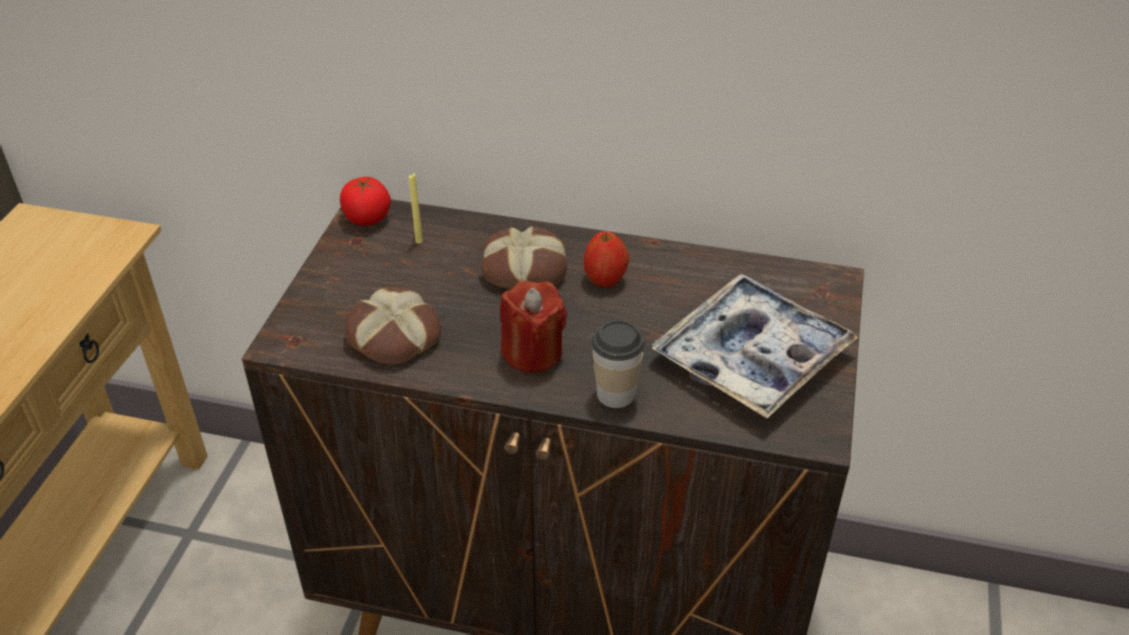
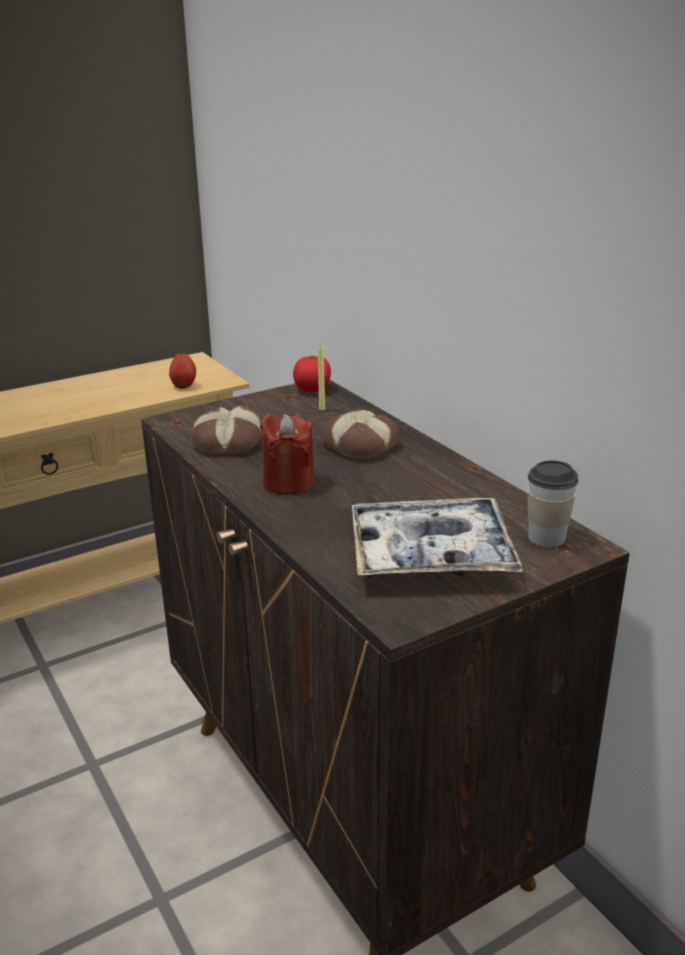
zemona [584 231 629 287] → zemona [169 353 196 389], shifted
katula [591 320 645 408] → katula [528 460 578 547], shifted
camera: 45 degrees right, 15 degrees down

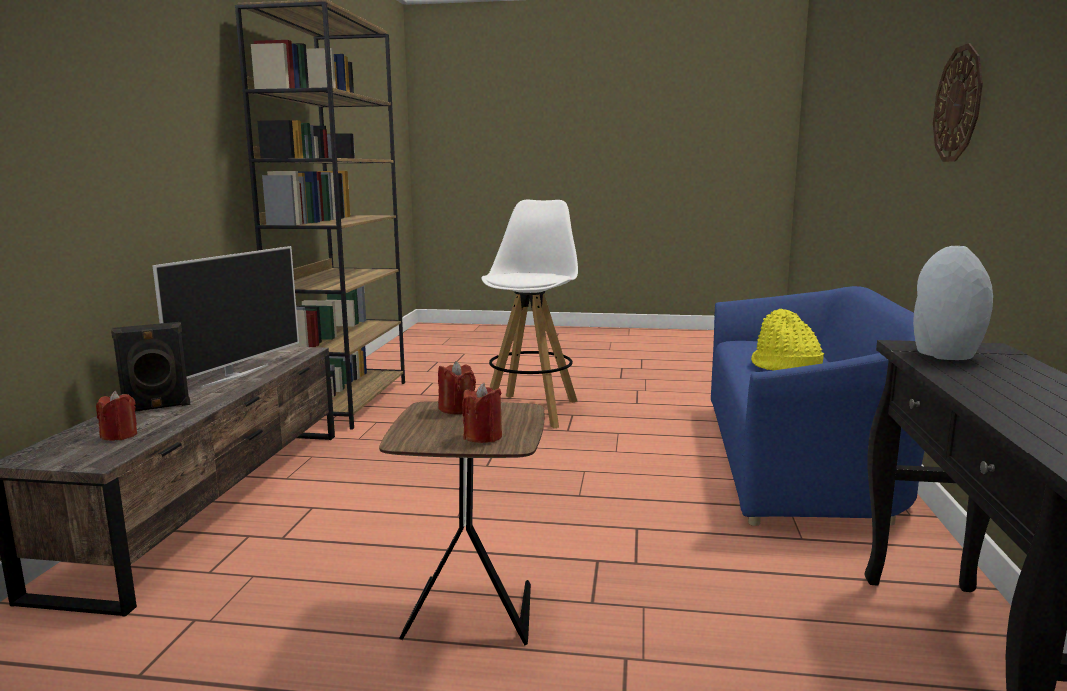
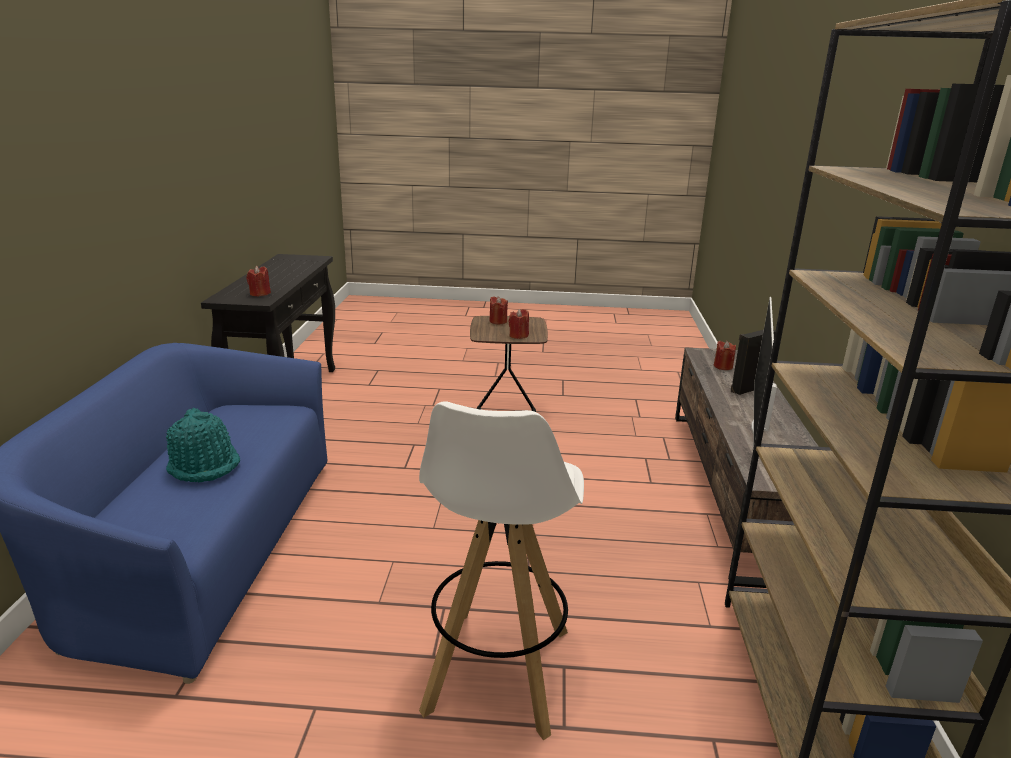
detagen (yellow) [751 309 824 370] → detagen (turquoise) [166 408 240 482]
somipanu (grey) [913 246 993 360] → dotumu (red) [247 266 271 297]
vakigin [933 43 983 162] → -
camera: 175 degrees right, 10 degrees up

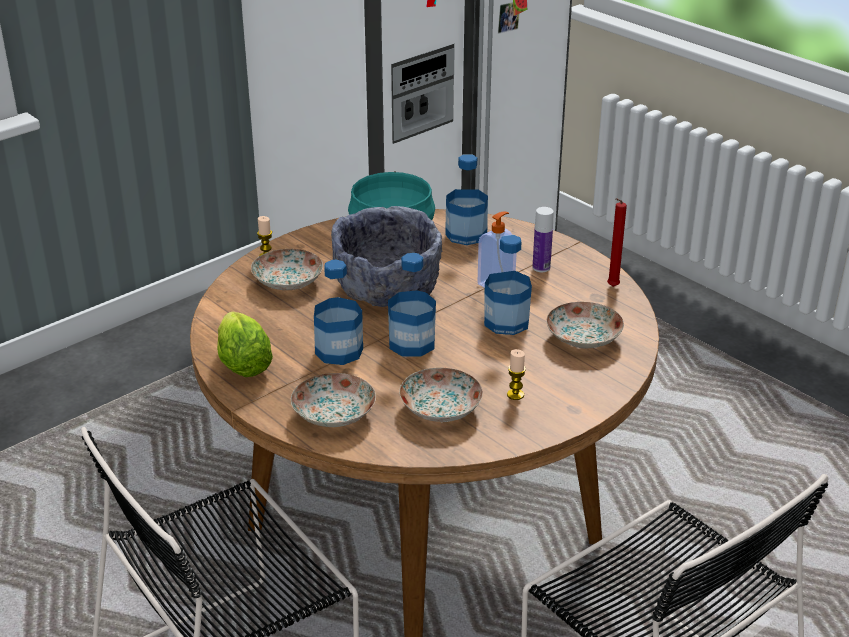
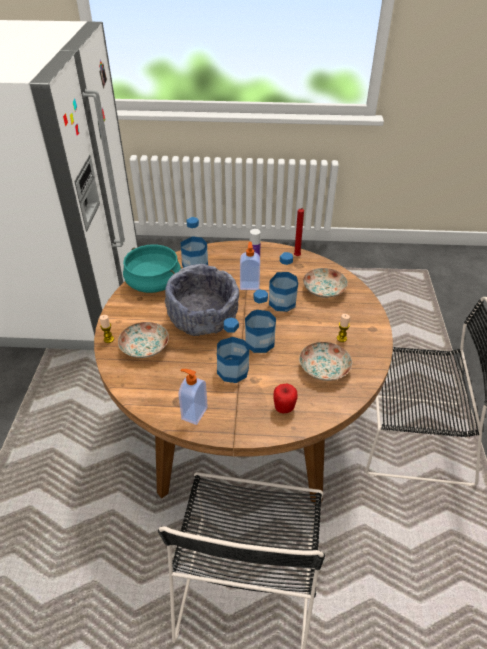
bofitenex [217 311 273 377] → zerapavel [179 369 208 425]
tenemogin [291 373 376 427] → zemona [273 384 297 413]
camera: 45 degrees left, 10 degrees up

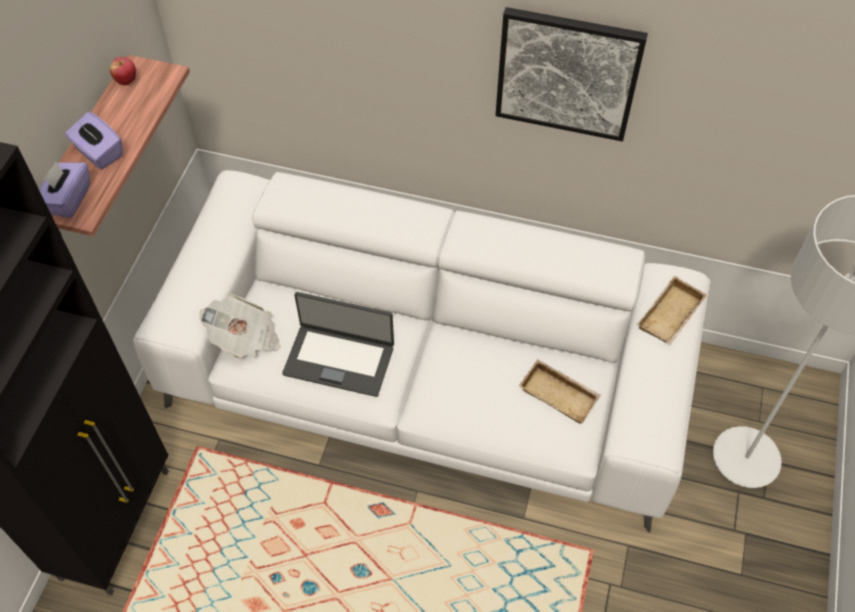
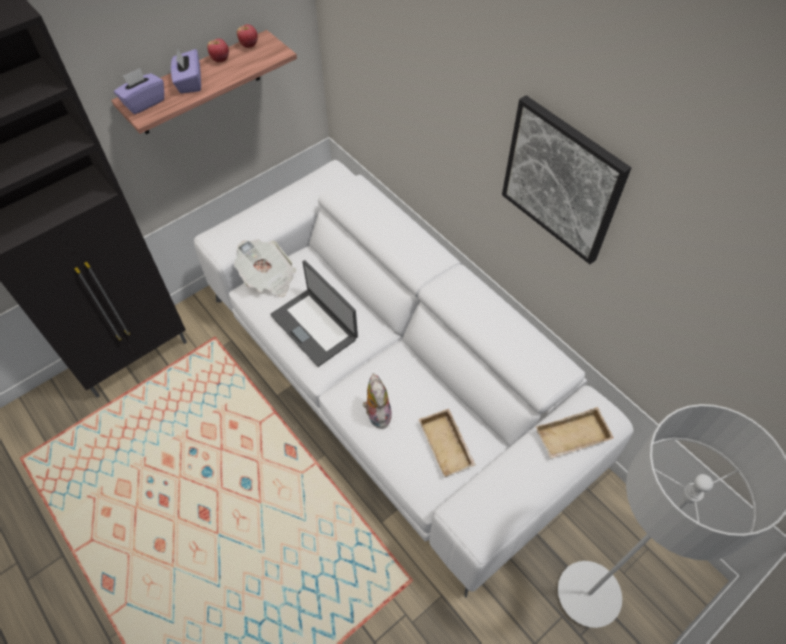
- → zemona [207 39 229 63]
- → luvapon [363 373 392 429]
camera: 35 degrees right, 0 degrees up

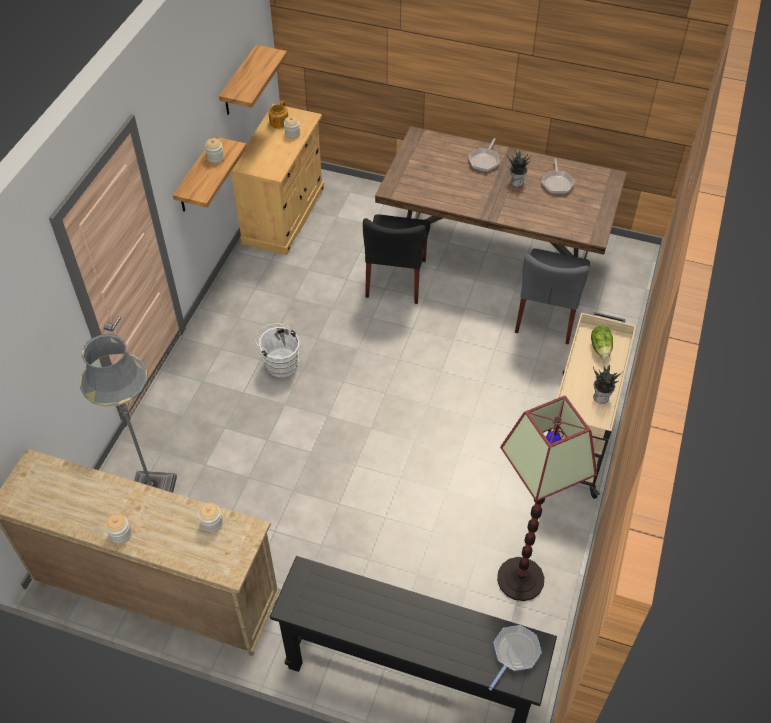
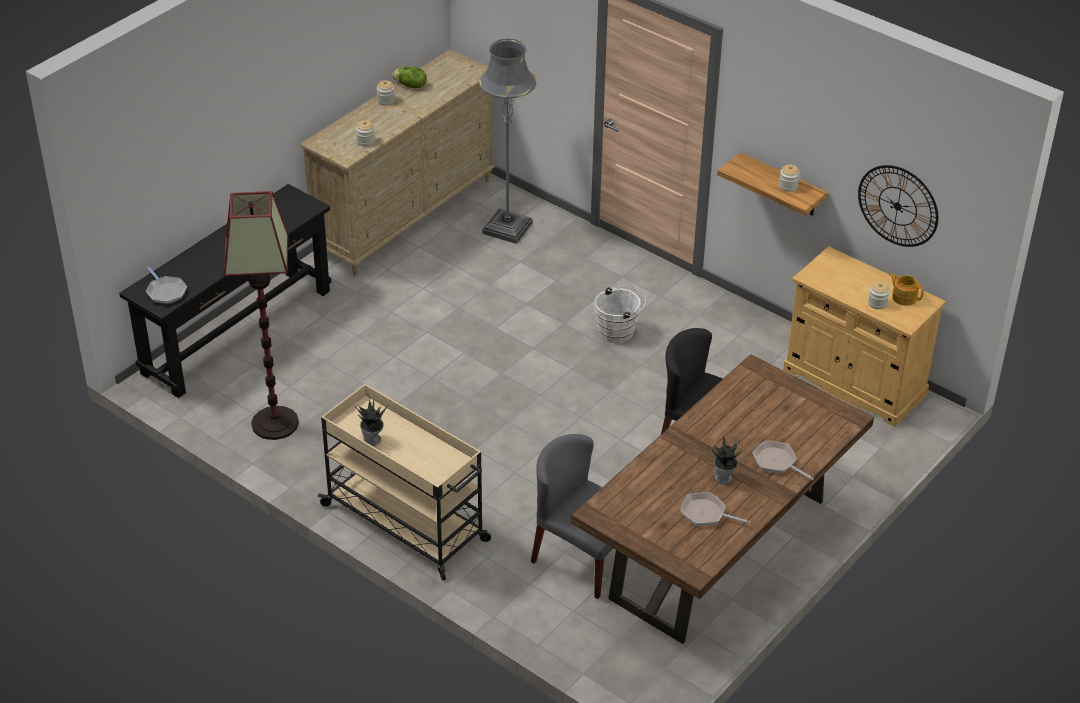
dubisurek [219 45 287 115] → vakigin [858 165 938 247]
bofitenex [591 326 613 359] → bofitenex [392 66 427 88], shifted
camera: 110 degrees right, 10 degrees down

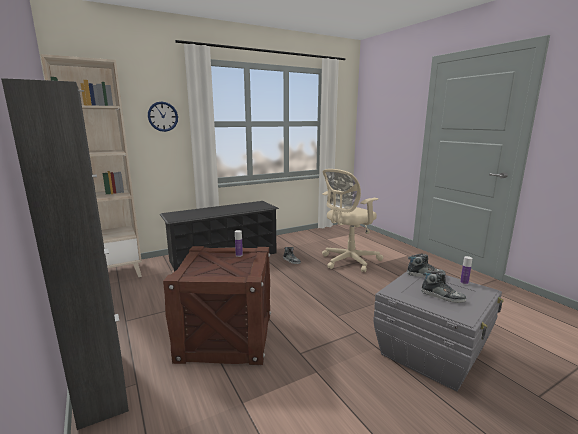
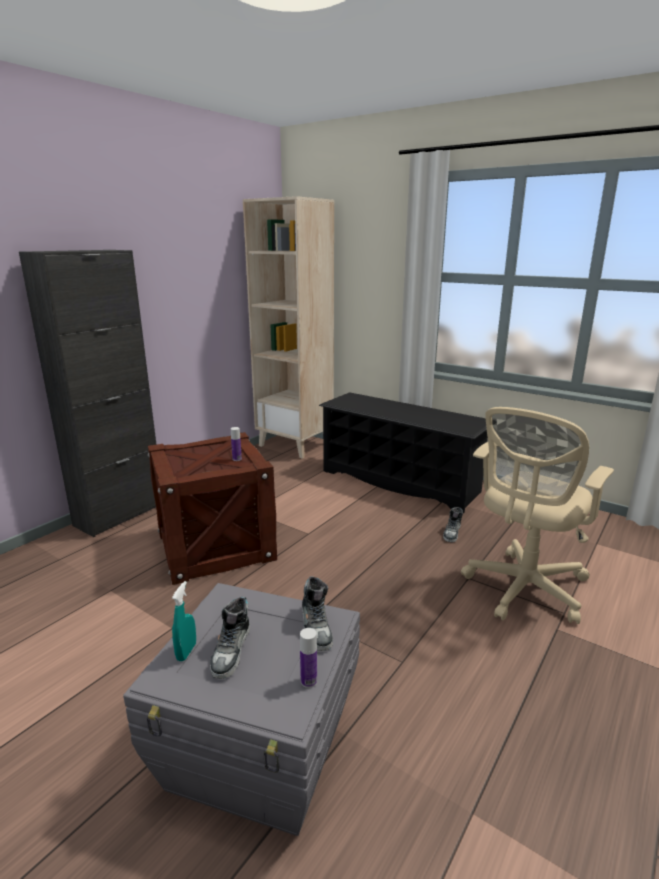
vakigin [148 101 178 132] → -
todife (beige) [322 169 383 272] → todife (beige) [461 407 614 624], 75 degrees counterclockwise
- → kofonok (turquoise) [172 581 196 661]
camera: 65 degrees right, 5 degrees up

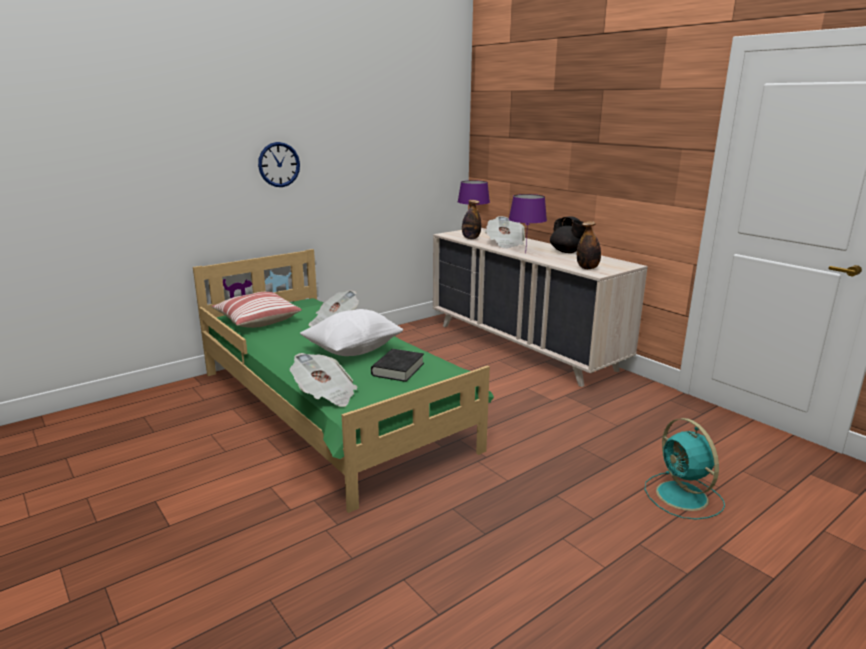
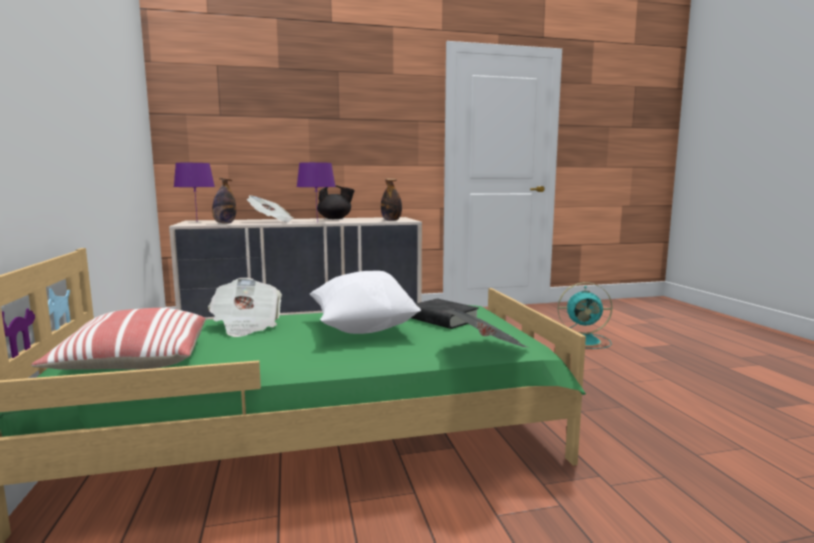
vakigin [258 142 300 187] → -
camera: 65 degrees left, 10 degrees down

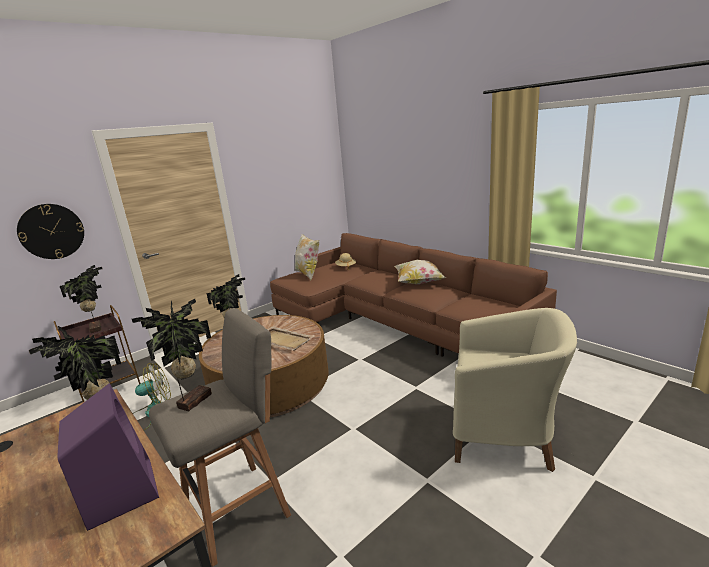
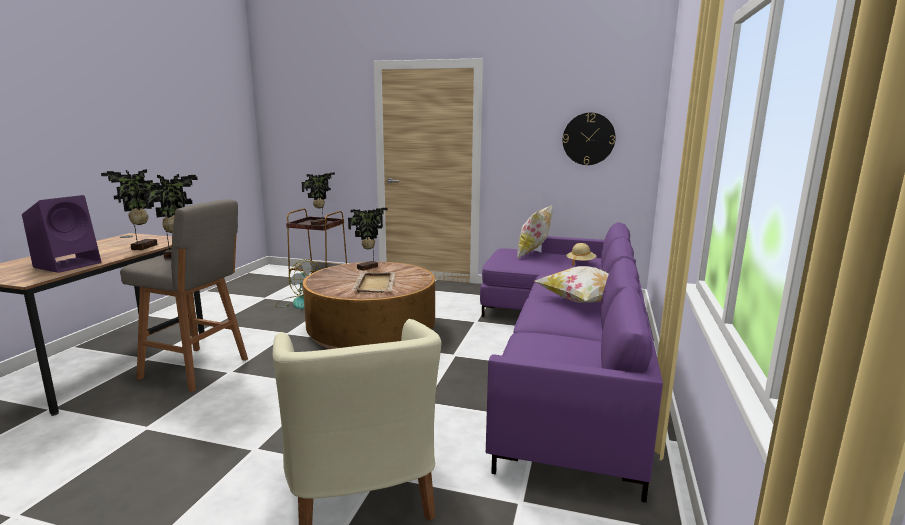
vakigin [17 204 84 259] → vakigin [563 113 616 165], shifted
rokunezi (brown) [270 233 557 357] → rokunezi (purple) [480 222 663 503]
camera: 55 degrees right, 5 degrees down

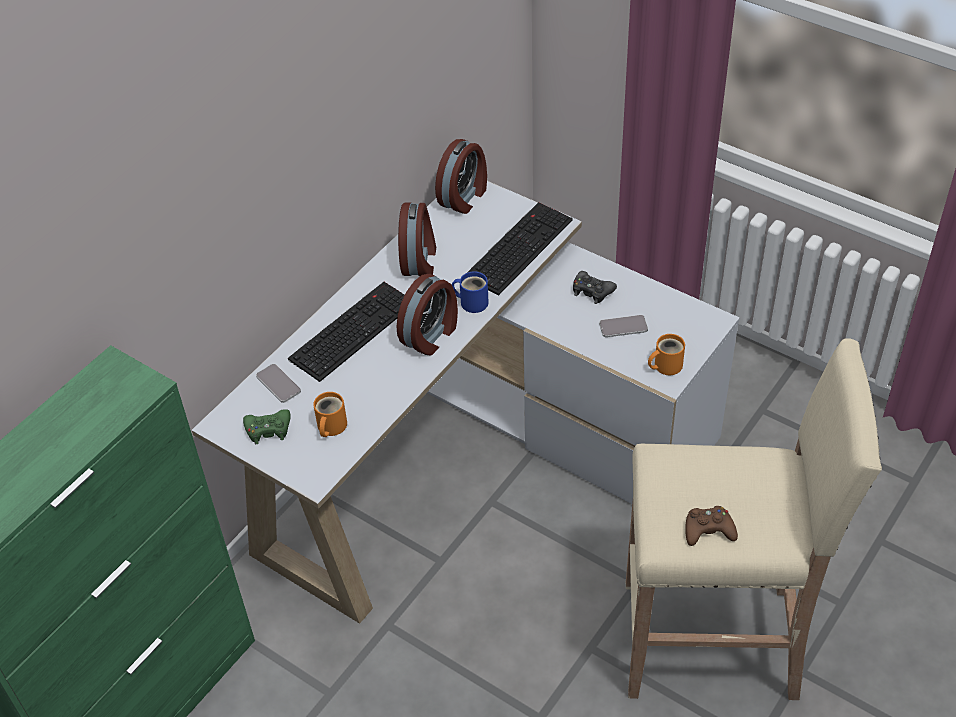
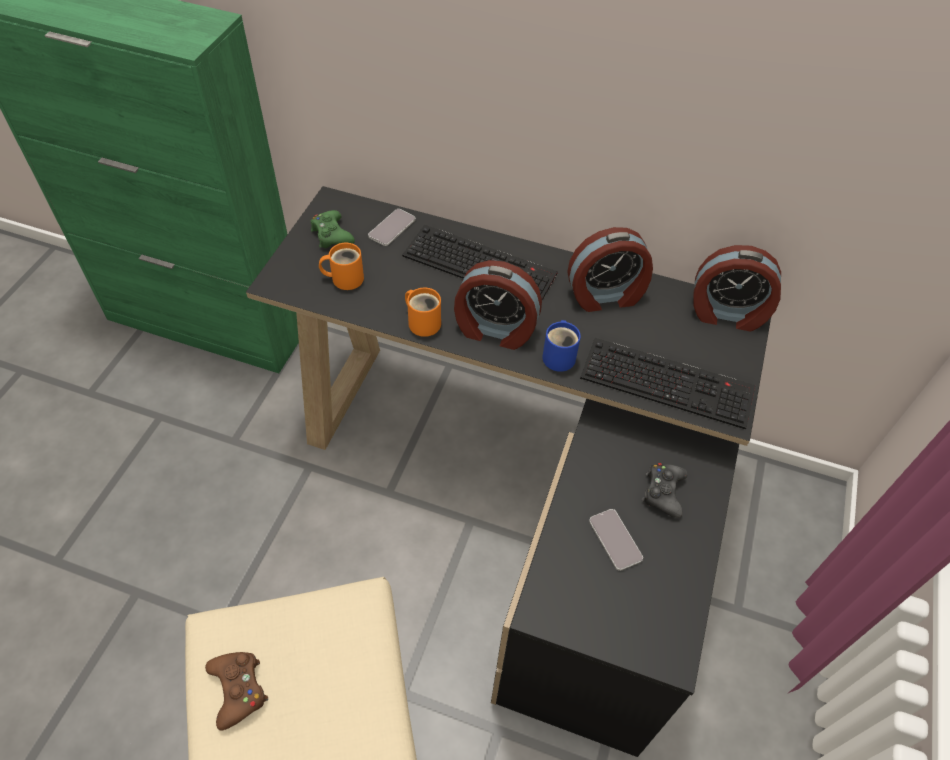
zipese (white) [192 181 740 624] → zipese (black) [246 186 771 757]
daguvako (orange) [648 334 685 375] → daguvako (orange) [405 288 441 337], shifted
camera: 70 degrees right, 5 degrees up

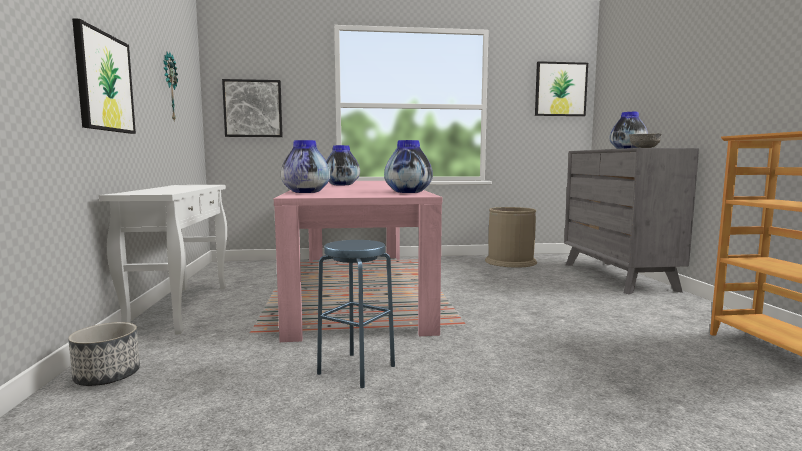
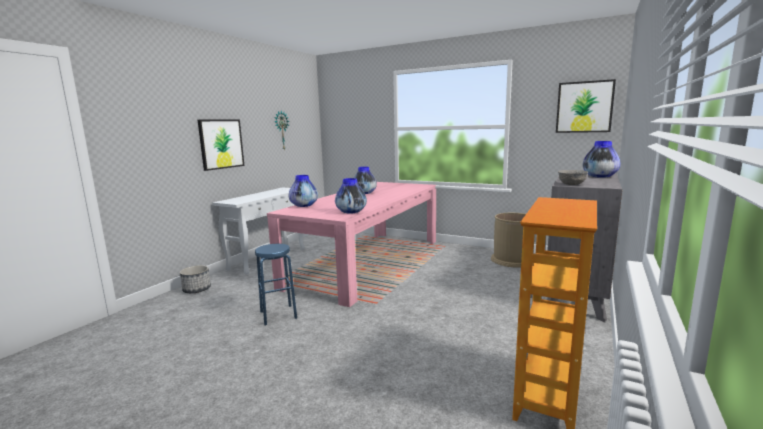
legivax [222 79 283 137] → -
camera: 35 degrees right, 5 degrees up

